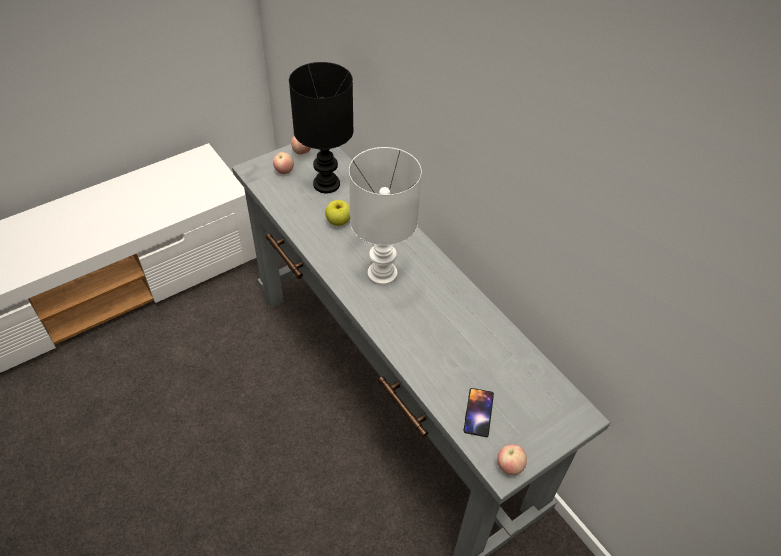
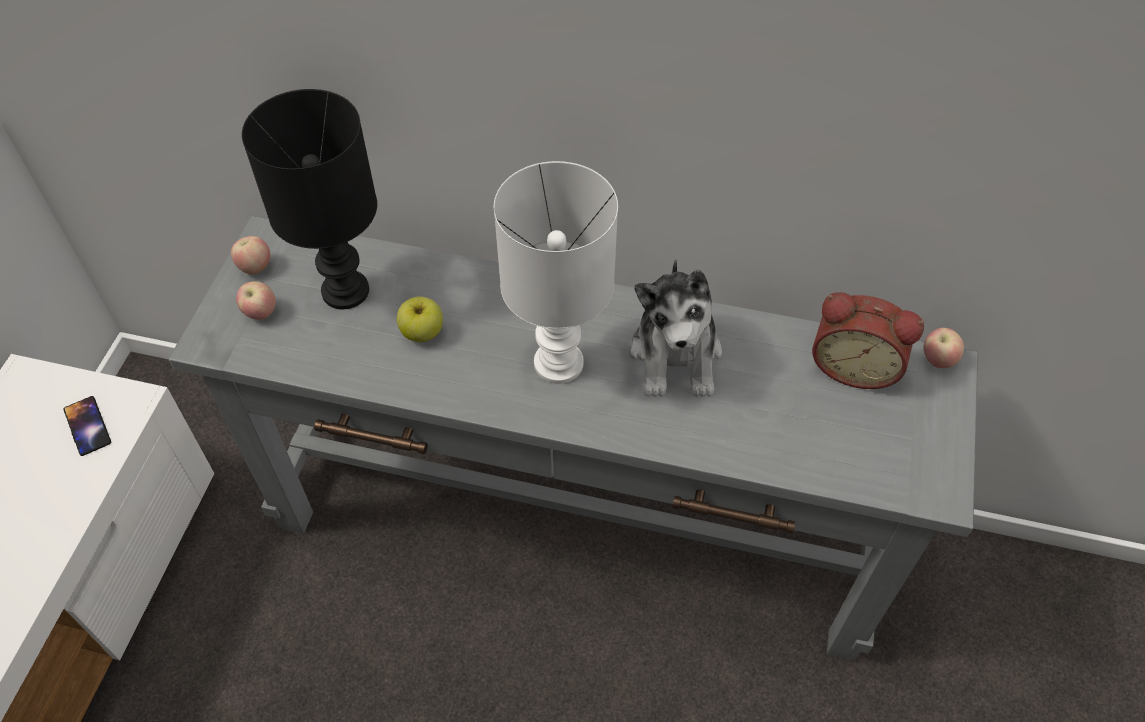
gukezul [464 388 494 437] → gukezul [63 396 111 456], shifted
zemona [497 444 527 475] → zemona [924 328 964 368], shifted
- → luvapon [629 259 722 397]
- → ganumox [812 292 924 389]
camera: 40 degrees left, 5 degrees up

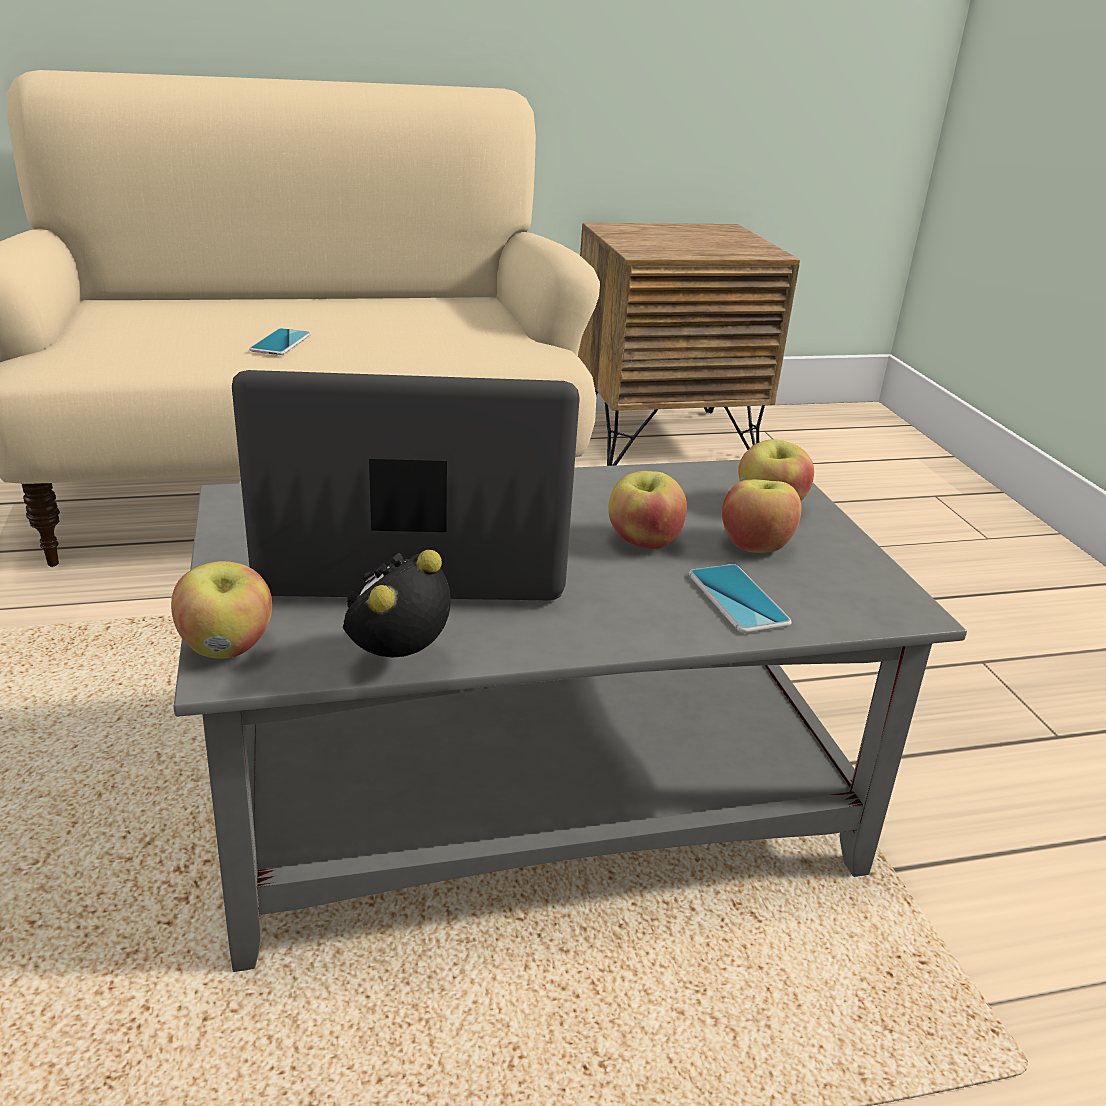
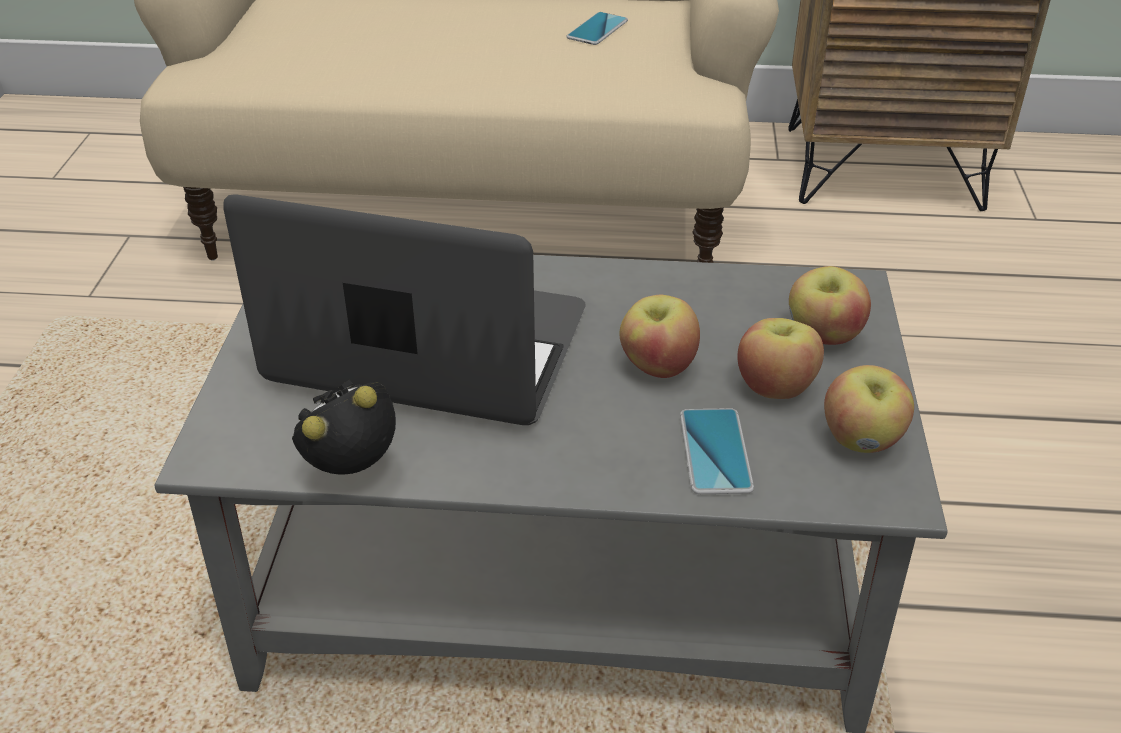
zemona [171 561 272 658] → zemona [824 365 914 453], shifted
gukezul [249 328 311 355] → gukezul [567 12 628 45], shifted
camera: 20 degrees right, 10 degrees up

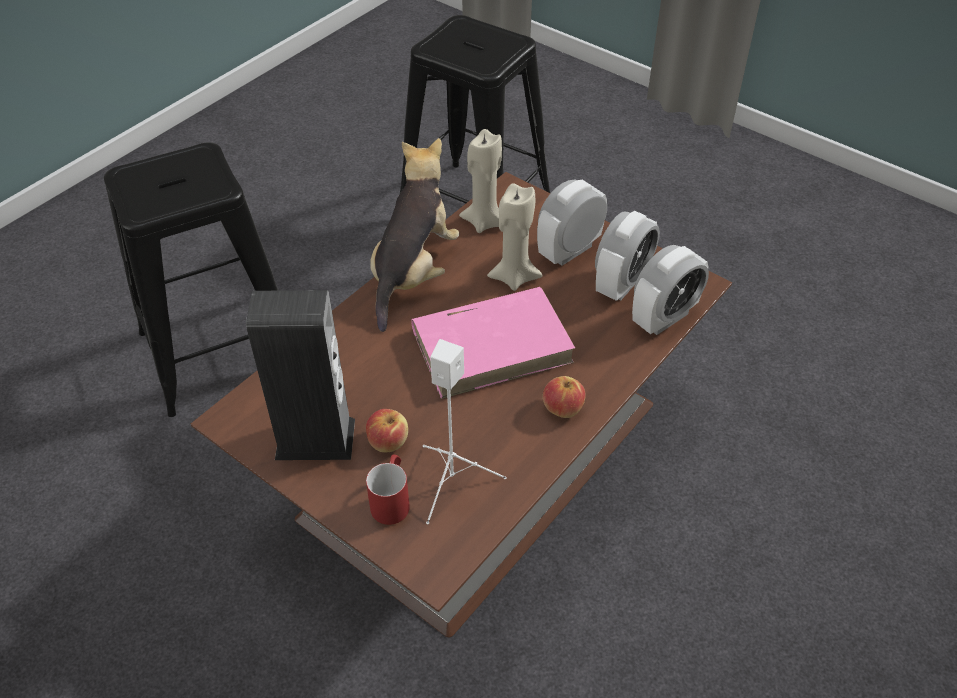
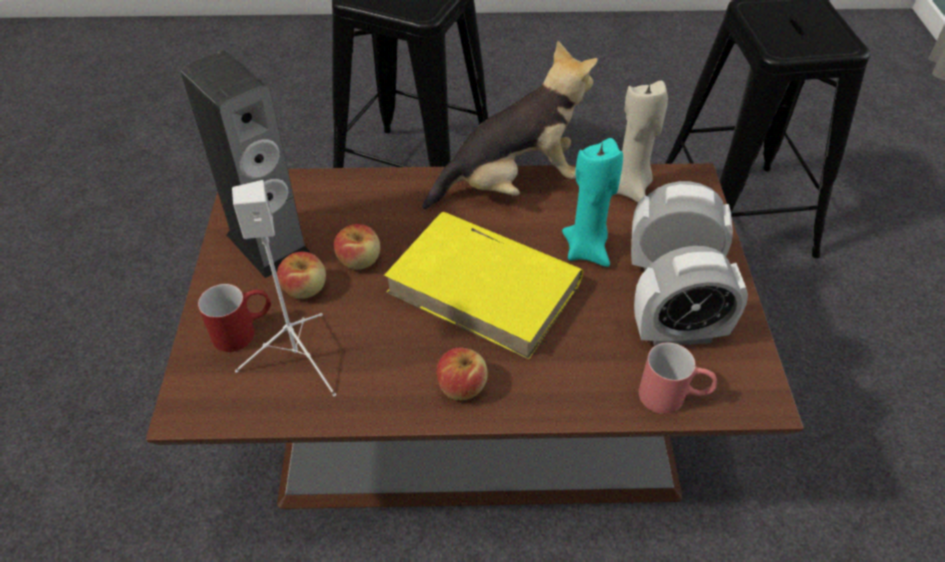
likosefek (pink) [411 287 576 399] → likosefek (yellow) [384 212 583 360]
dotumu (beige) [487 183 543 291] → dotumu (turquoise) [562 138 623 267]
ganumox [632 245 709 335] → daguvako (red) [639 343 717 414]
- → zemona [334 224 380 270]
camera: 50 degrees right, 0 degrees up

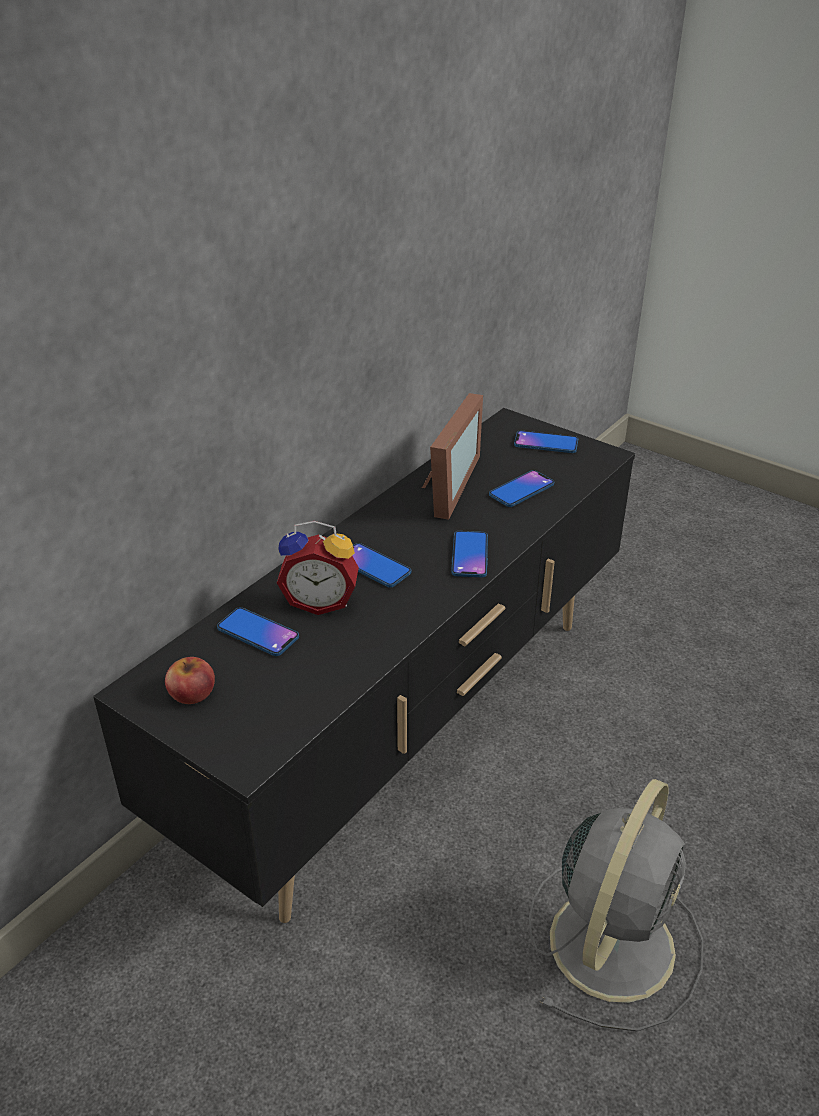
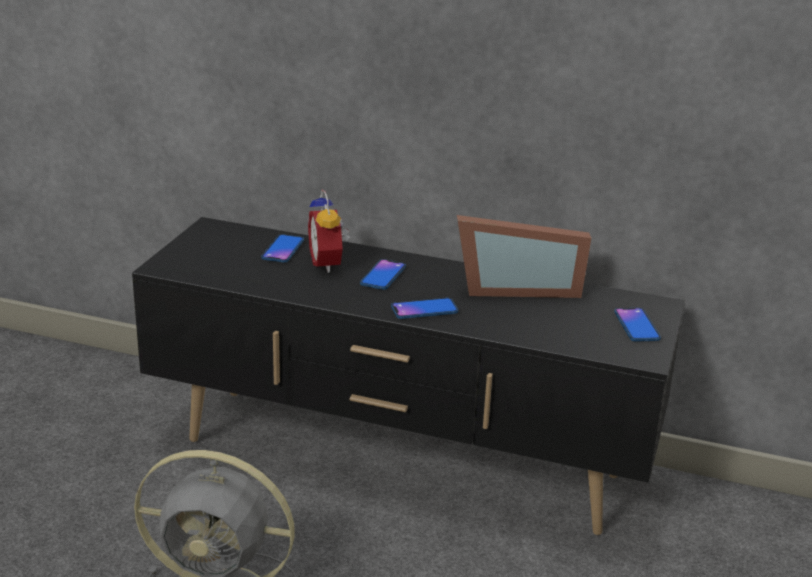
zemona [165 657 215 704] → -
gukezul [489 470 554 507] → -
camera: 70 degrees right, 10 degrees down

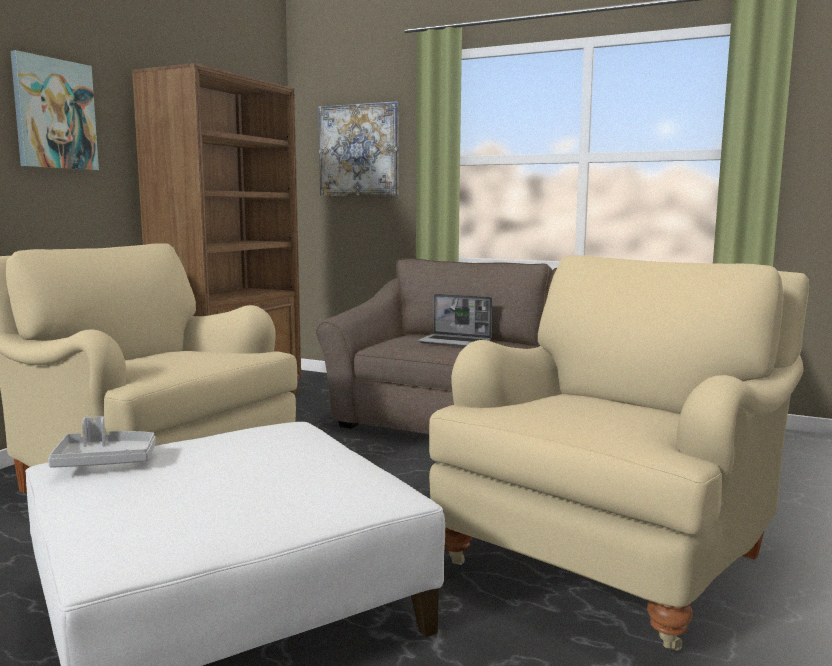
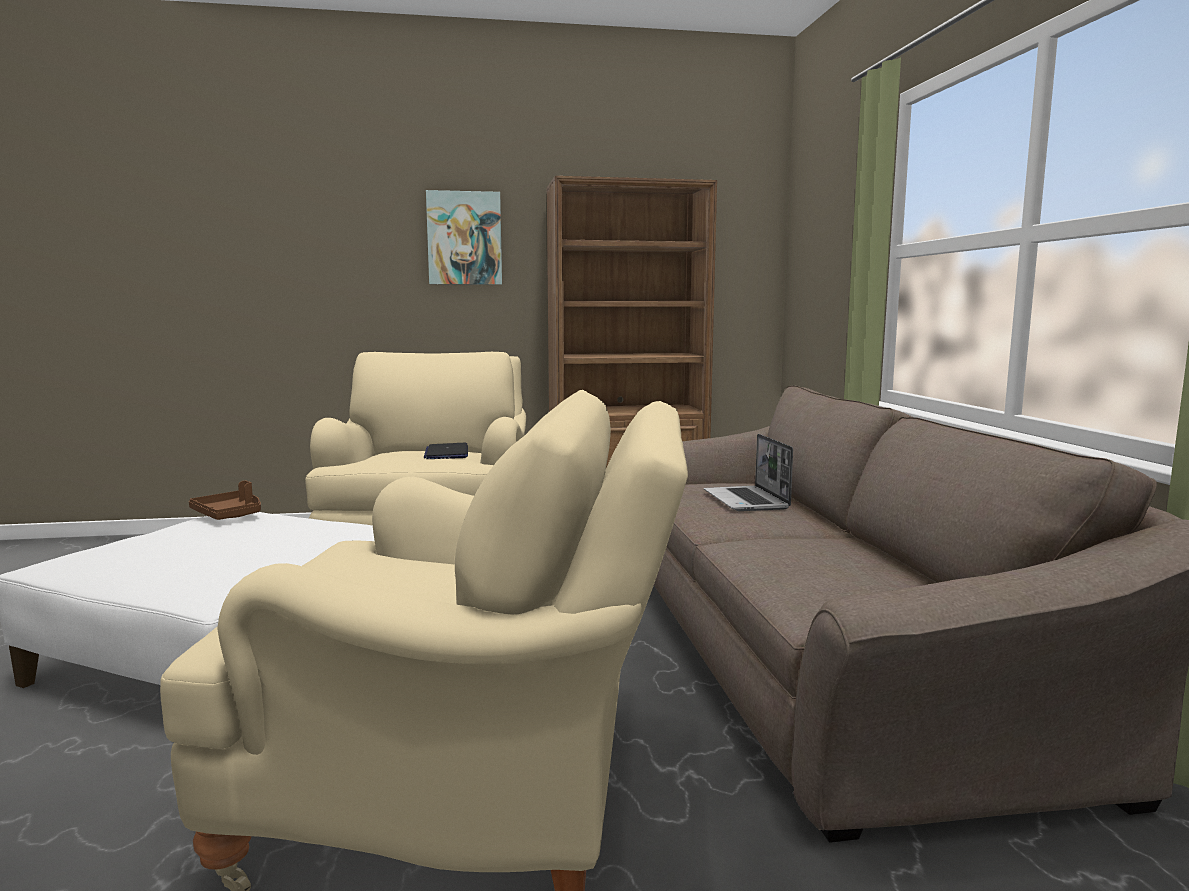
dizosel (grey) [48 416 156 468] → dizosel (brown) [189 480 261 520]
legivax [318 101 399 196] → -
- → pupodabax [424 443 468 459]
camera: 55 degrees right, 0 degrees up

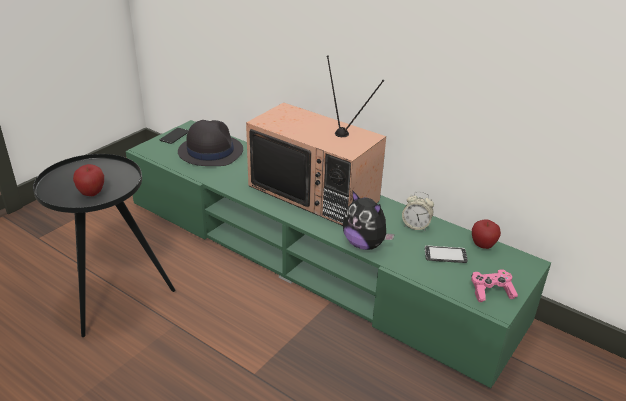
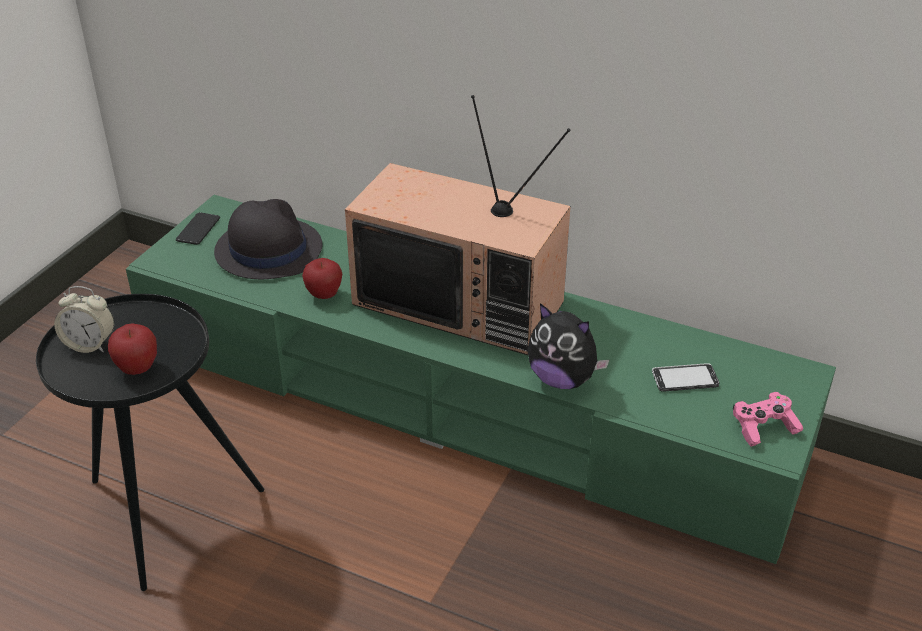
ganumox [402 192 434 231] → ganumox [54 286 114 353], shifted
zemona [472 219 501 249] → zemona [302 258 342 299], shifted
camera: 10 degrees left, 5 degrees up

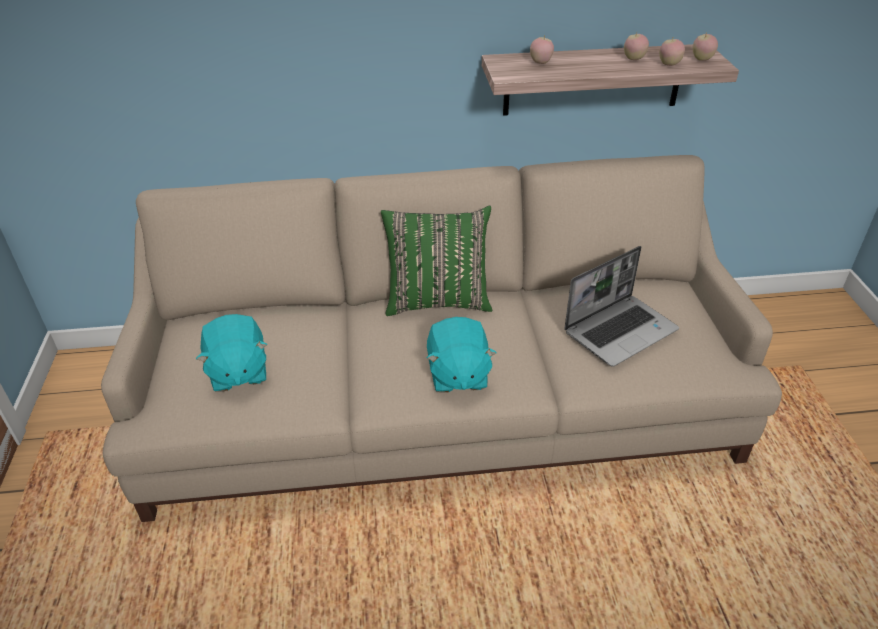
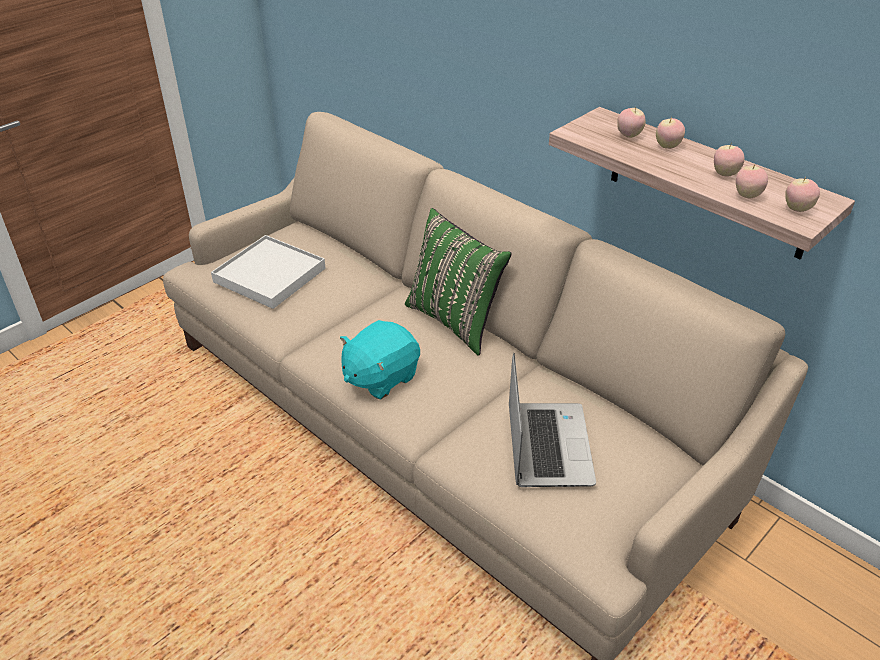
luvapon (turquoise) [196 314 267 392] → dizosel (white) [211 235 326 309]
pupodabax [564 246 679 367] → pupodabax [509 353 596 487], 105 degrees counterclockwise
- → zemona [656 117 685 149]
camera: 50 degrees right, 0 degrees up

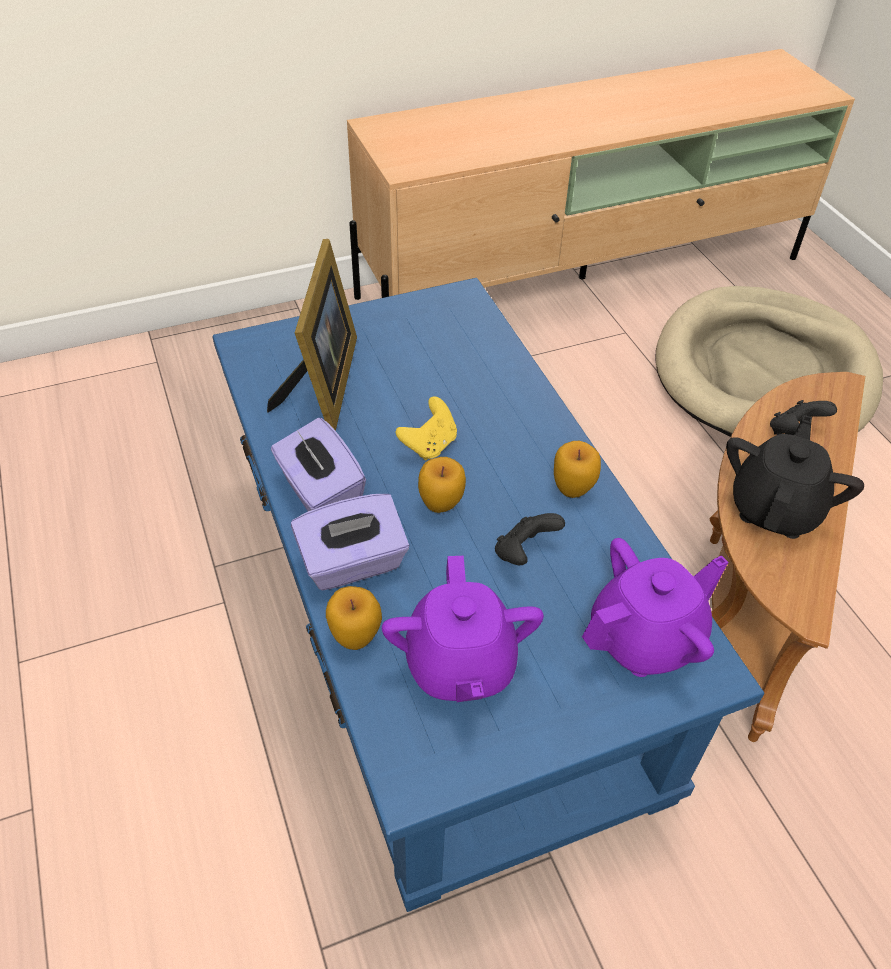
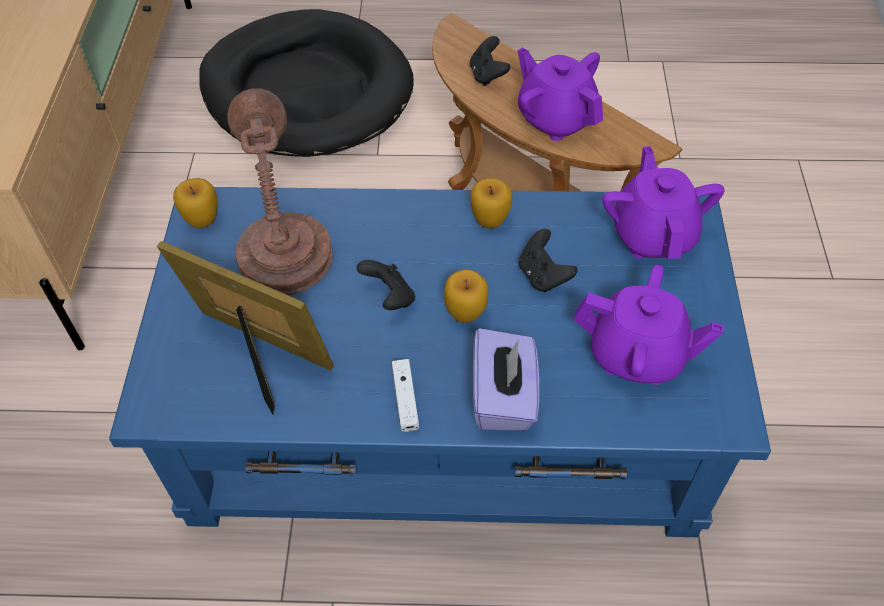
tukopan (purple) [271 418 366 511] → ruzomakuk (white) [392 359 419 432]
zemona [326 586 382 650] → zemona [173 178 218 228], shifted
ruzomakuk (yellow) [396 397 457 460] → ruzomakuk (black) [357 260 415 310]
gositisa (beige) [655 286 883 437] → gositisa (black) [199 9 414 157]
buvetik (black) [726 415 864 539] → buvetik (purple) [518 47 603 141]
- → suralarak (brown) [227 88 333 295]
camera: 65 degrees left, 5 degrees up

